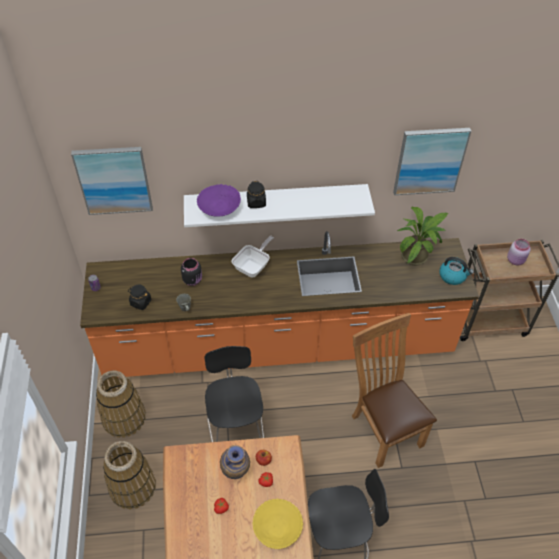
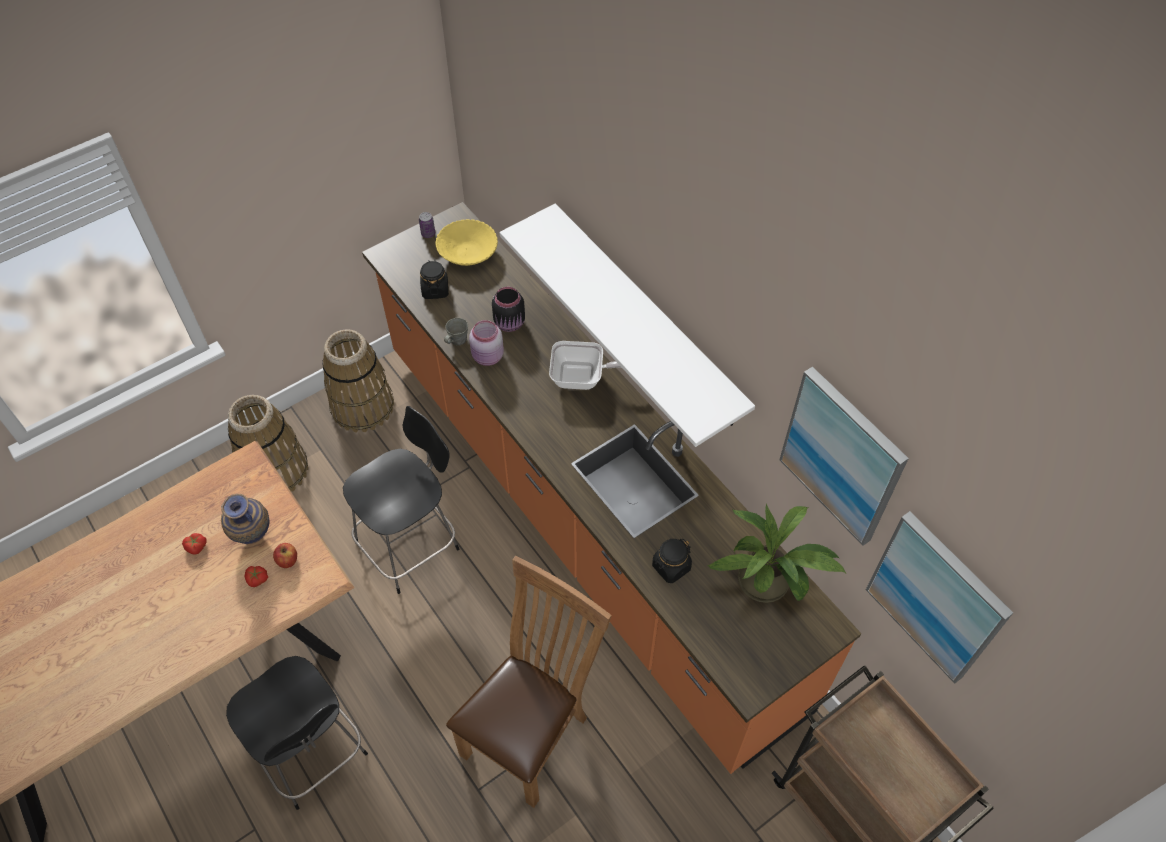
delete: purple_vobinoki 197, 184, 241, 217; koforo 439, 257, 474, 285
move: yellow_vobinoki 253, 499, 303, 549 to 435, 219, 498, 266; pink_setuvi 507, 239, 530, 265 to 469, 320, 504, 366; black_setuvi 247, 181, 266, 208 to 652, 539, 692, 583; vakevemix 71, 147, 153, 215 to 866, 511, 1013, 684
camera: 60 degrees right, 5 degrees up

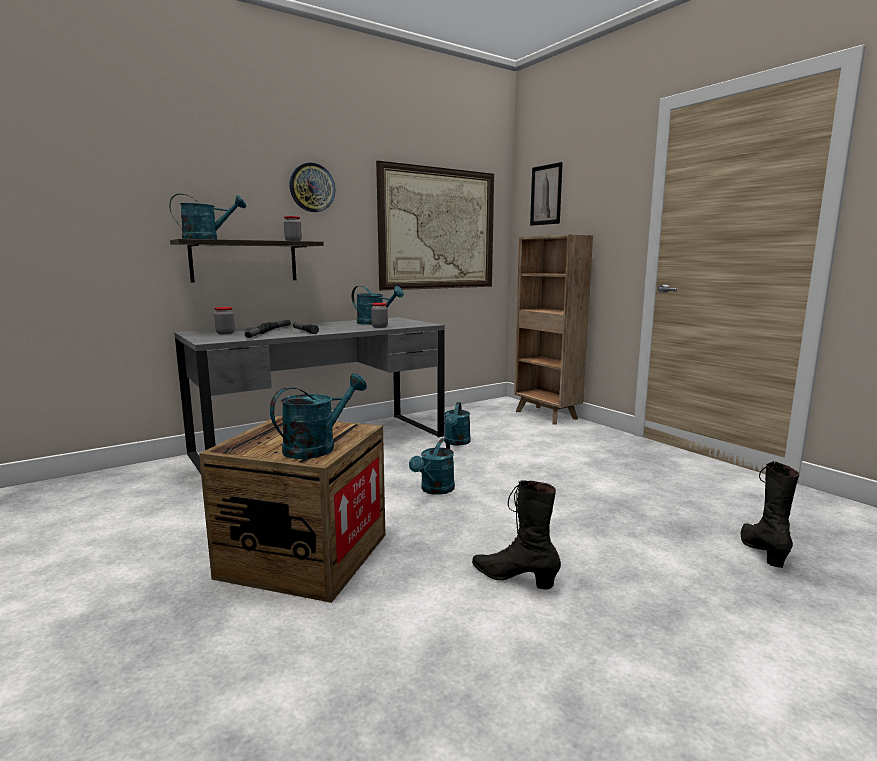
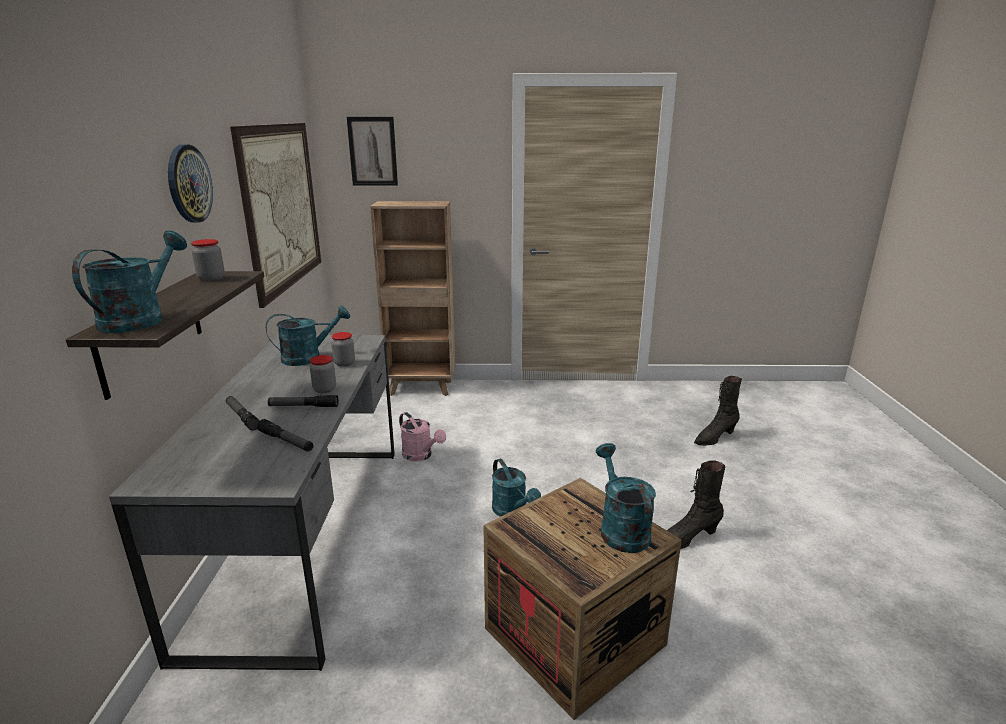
move: setuvi 214, 307, 235, 334 to 310, 355, 336, 393
recolor: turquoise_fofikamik 444, 402, 471, 446 to pink_fofikamik 399, 412, 446, 461
rotate: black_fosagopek 741, 461, 799, 568 = 694, 376, 742, 446 75 degrees counterclockwise
camera: 55 degrees left, 10 degrees up

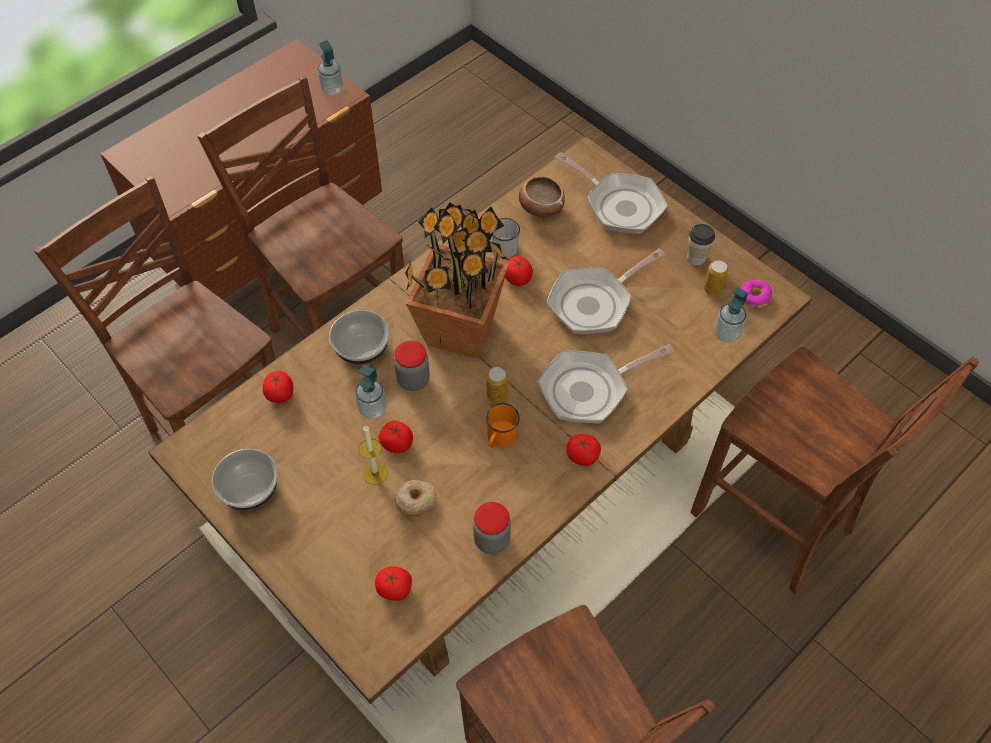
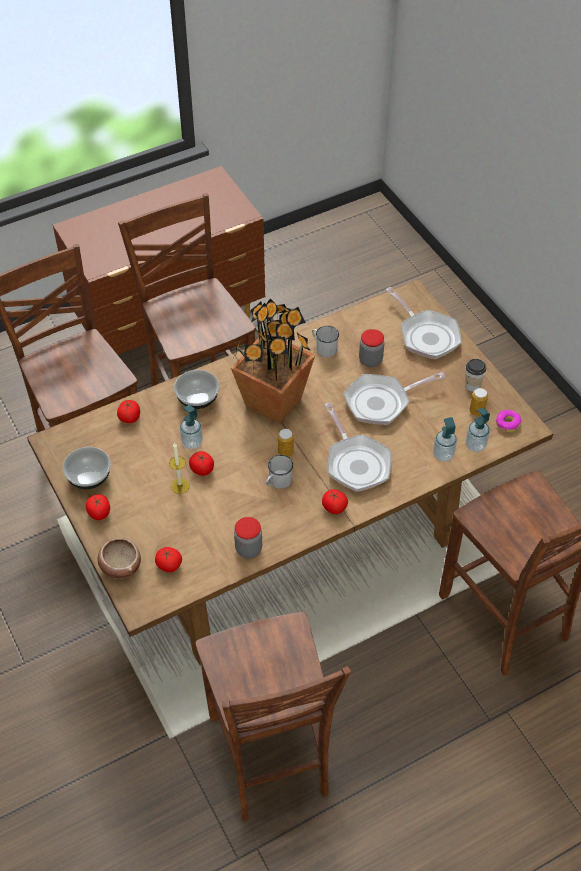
delete: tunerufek 395, 480, 436, 517
move: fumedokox 505, 256, 533, 286 to 86, 495, 110, 520; vobinoki 519, 176, 565, 218 to 98, 538, 141, 579; setuvi 394, 341, 430, 391 to 359, 329, 384, 367; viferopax 318, 40, 343, 96 to 433, 417, 457, 462
recolor: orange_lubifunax 486, 403, 520, 448 to white_lubifunax 266, 455, 293, 489
rotate: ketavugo 538, 344, 674, 423 = 323, 403, 391, 492 105 degrees counterclockwise
camera: 15 degrees right, 5 degrees down

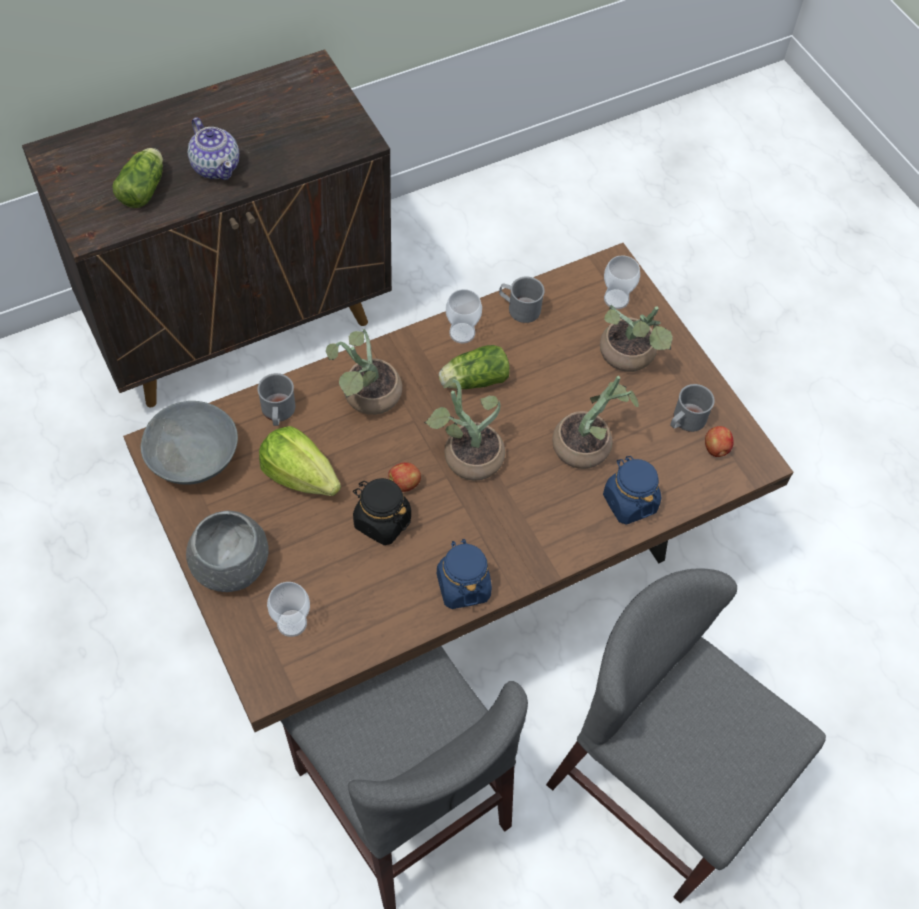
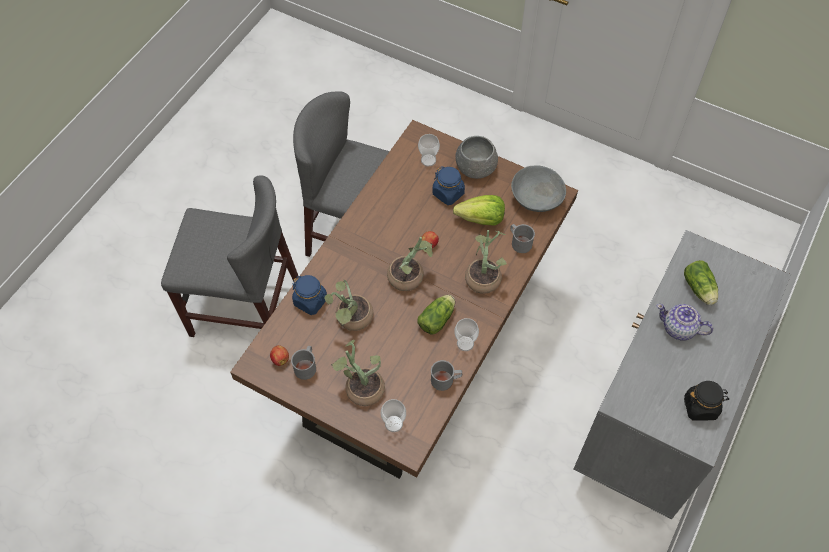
move: blue_setuvi 437, 539, 492, 609 to 432, 166, 465, 205; black_setuvi 353, 478, 411, 545 to 684, 381, 729, 421
recolor: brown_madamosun 22, 49, 392, 407 to grey_madamosun 574, 230, 791, 519
camera: 150 degrees right, 0 degrees up

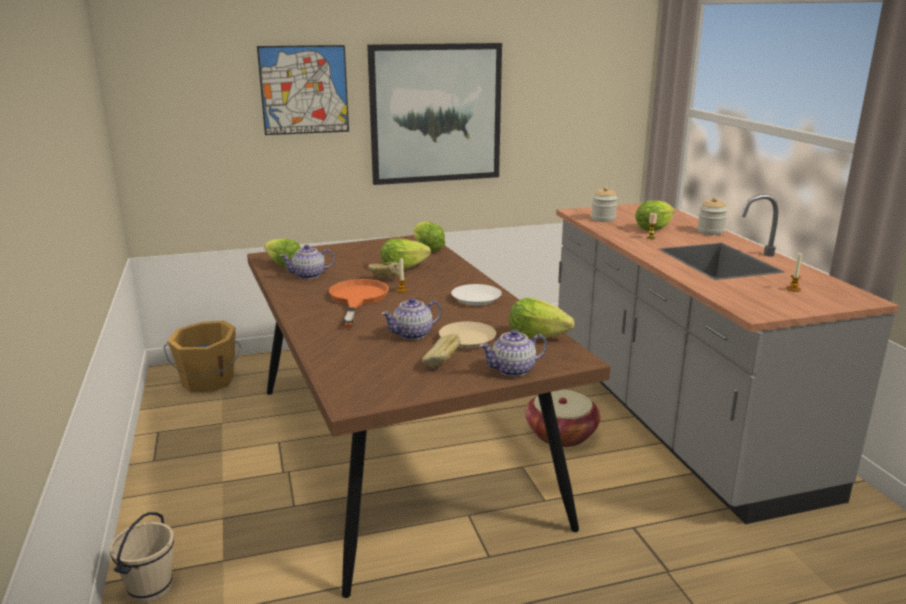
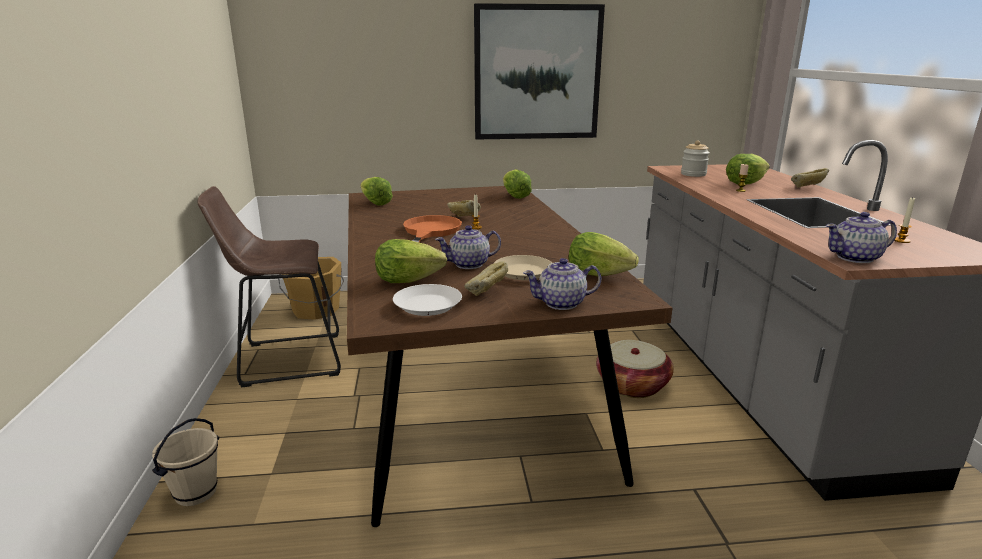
delete: vakevemix 257, 45, 349, 135
insert: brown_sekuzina 198, 186, 341, 388
move: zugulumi 381, 238, 431, 269 to 375, 239, 447, 283; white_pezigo 451, 284, 502, 306 to 393, 284, 462, 316; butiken 280, 245, 335, 279 to 826, 212, 897, 263
replace: setuvi 697, 197, 727, 235 to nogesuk 791, 168, 829, 188
camera: 10 degrees right, 0 degrees up

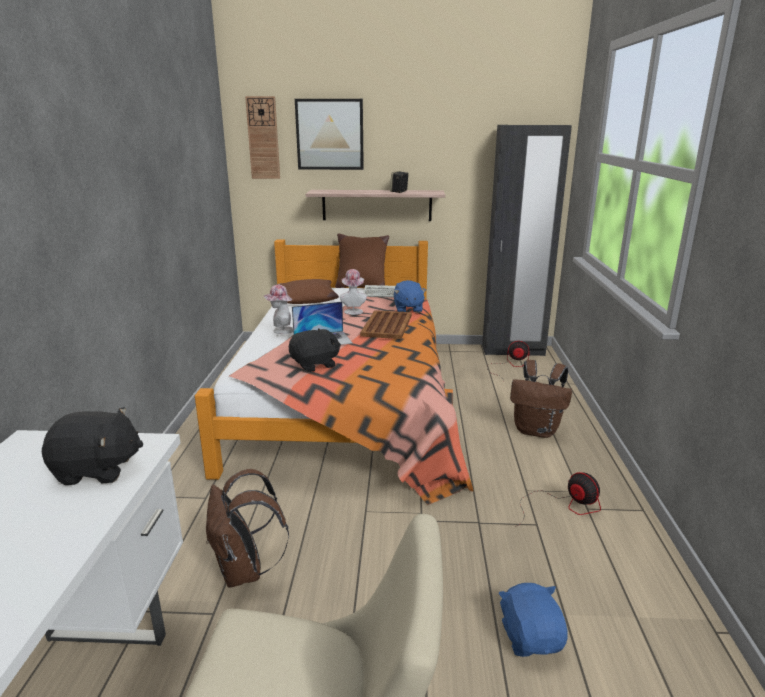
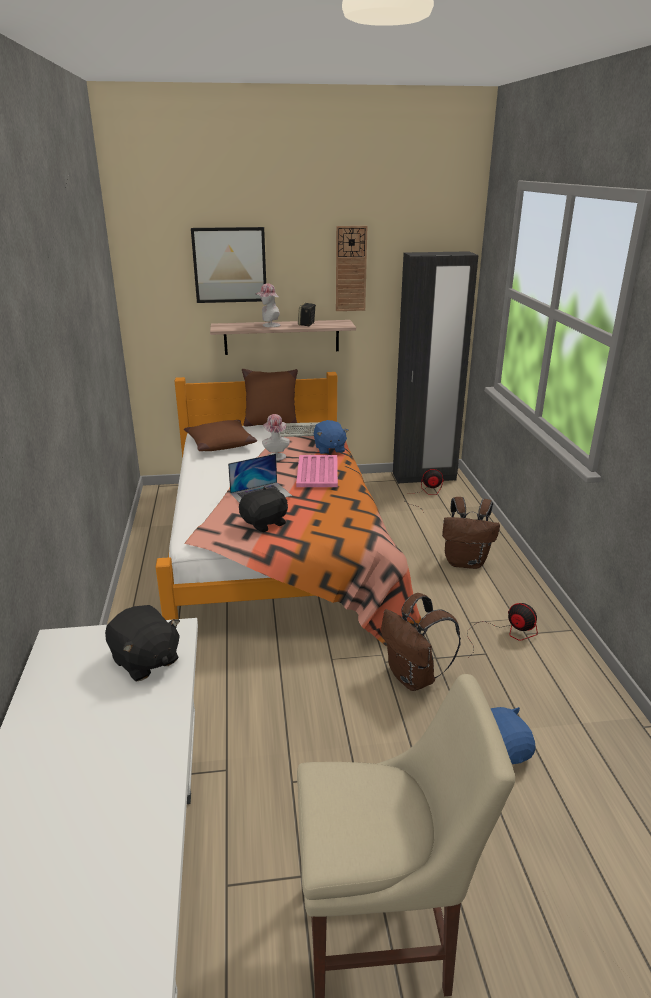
move: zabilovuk 264, 285, 293, 334 to 255, 283, 280, 327; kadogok 245, 96, 280, 179 to 336, 226, 367, 311; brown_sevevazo 206, 469, 289, 588 to 381, 593, 461, 691
recolor: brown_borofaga 360, 310, 412, 339 to pink_borofaga 296, 455, 338, 487
rotate: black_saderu 42, 407, 143, 485 = 105, 605, 180, 682 60 degrees clockwise
camera: 10 degrees left, 5 degrees up

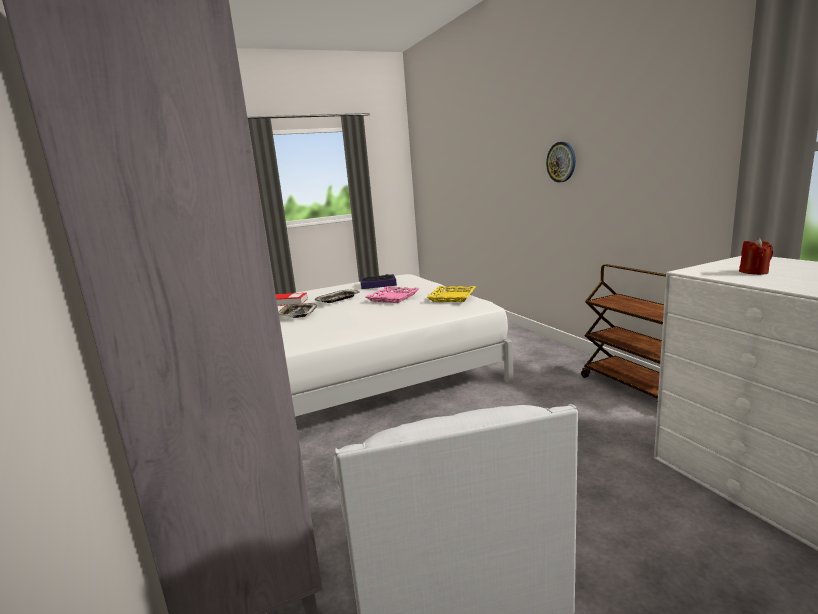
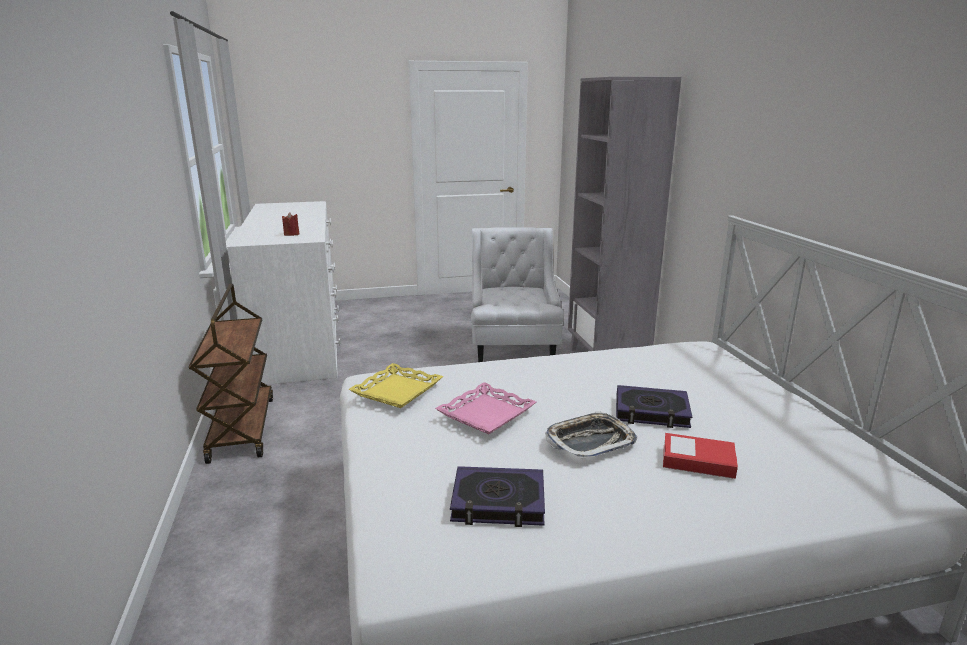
delete: kadogok 546, 142, 576, 182
replace: borofaga 279, 303, 317, 318 to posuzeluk 616, 385, 692, 428
camera: 170 degrees left, 5 degrees up

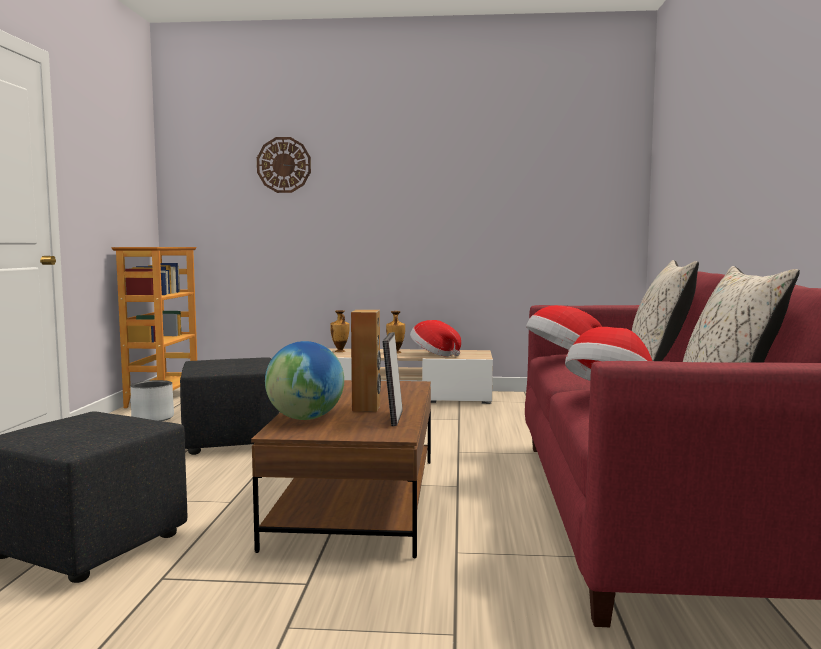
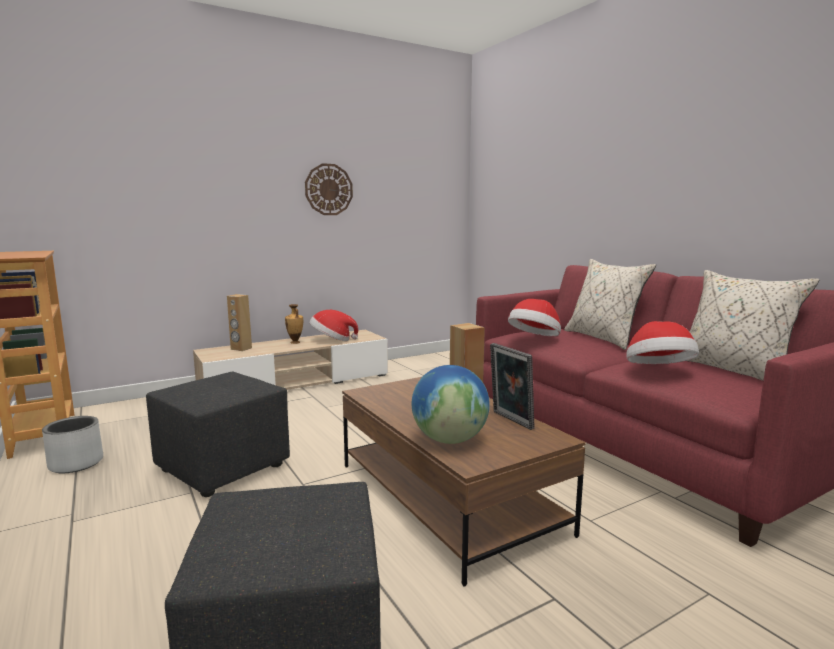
move: kadogok 257, 137, 311, 193 to 305, 163, 353, 215
replace: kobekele 330, 310, 350, 352 to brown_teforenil 227, 294, 252, 351
camera: 35 degrees left, 5 degrees up

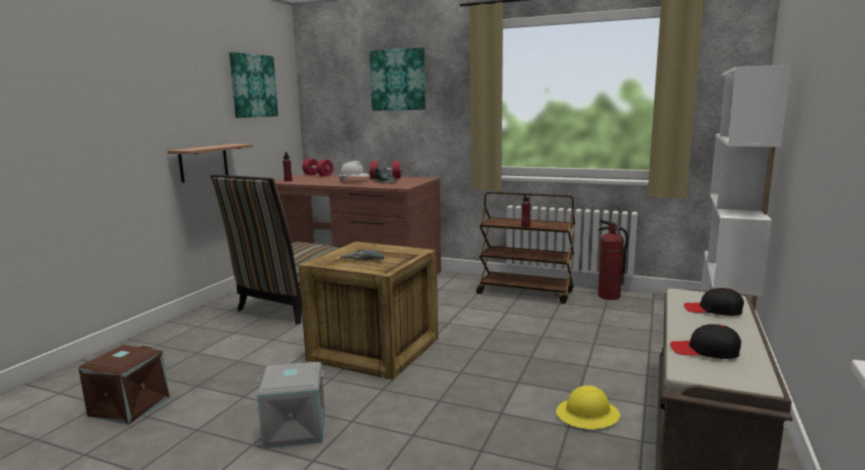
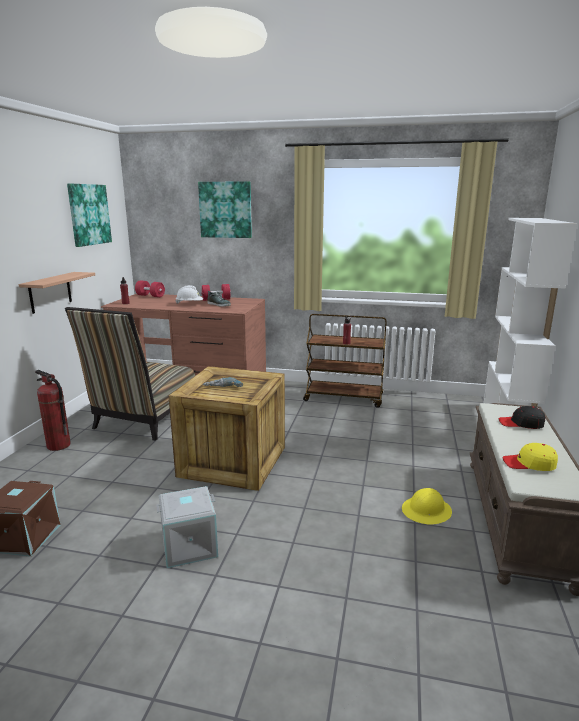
move: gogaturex 598, 220, 629, 300 to 35, 370, 71, 451
recolor: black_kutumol 670, 324, 741, 359 to yellow_kutumol 503, 443, 558, 471
camera: 10 degrees left, 5 degrees up

